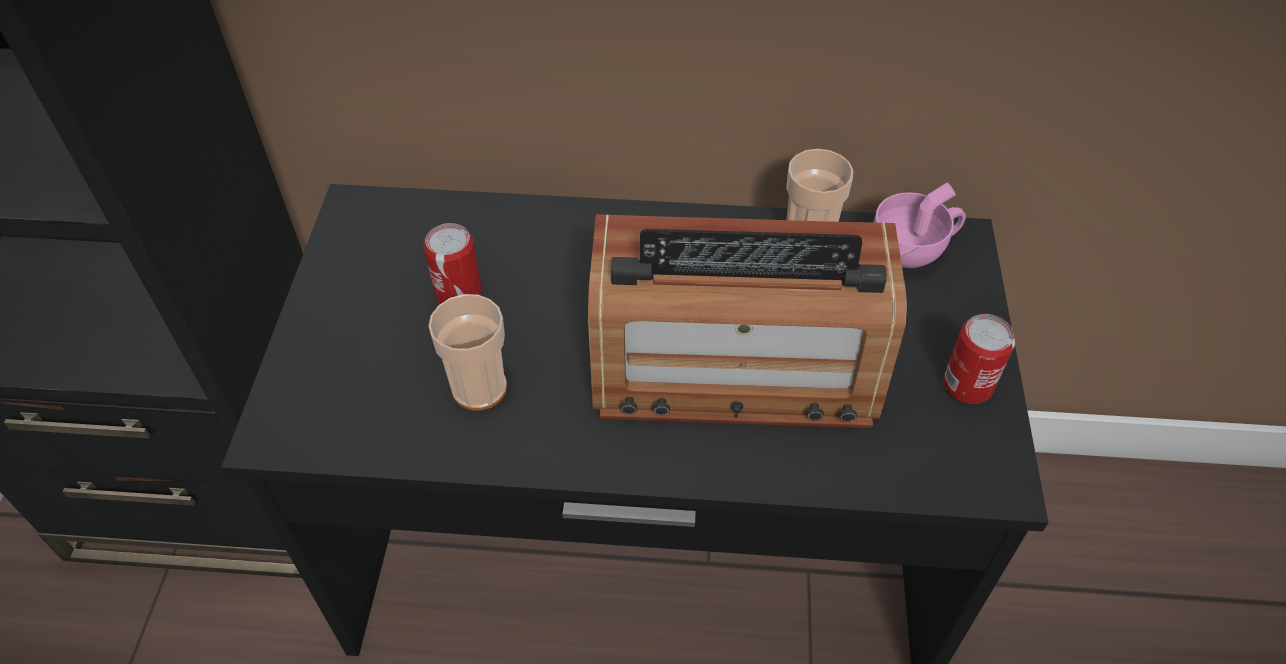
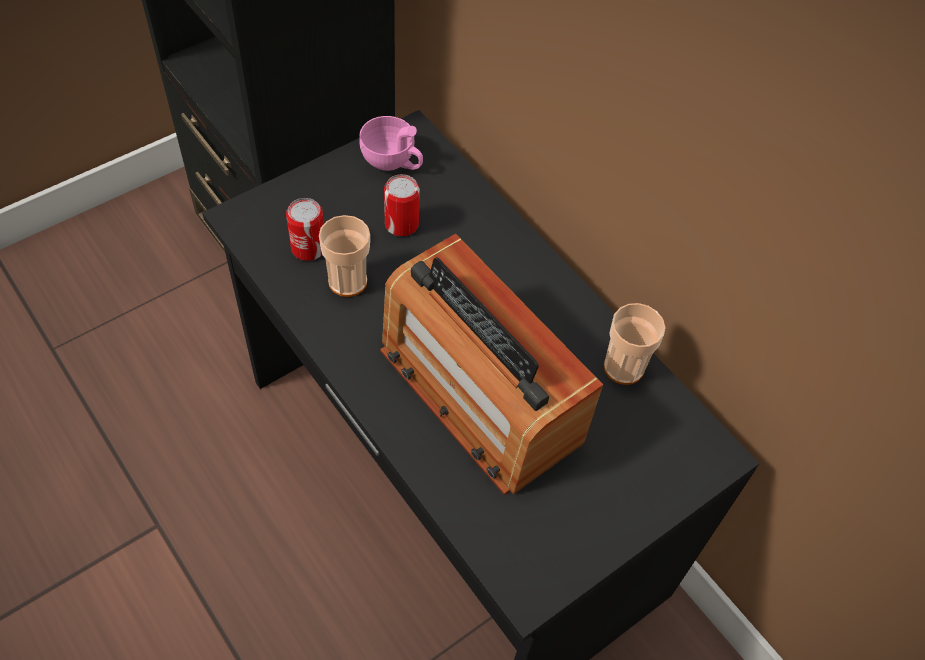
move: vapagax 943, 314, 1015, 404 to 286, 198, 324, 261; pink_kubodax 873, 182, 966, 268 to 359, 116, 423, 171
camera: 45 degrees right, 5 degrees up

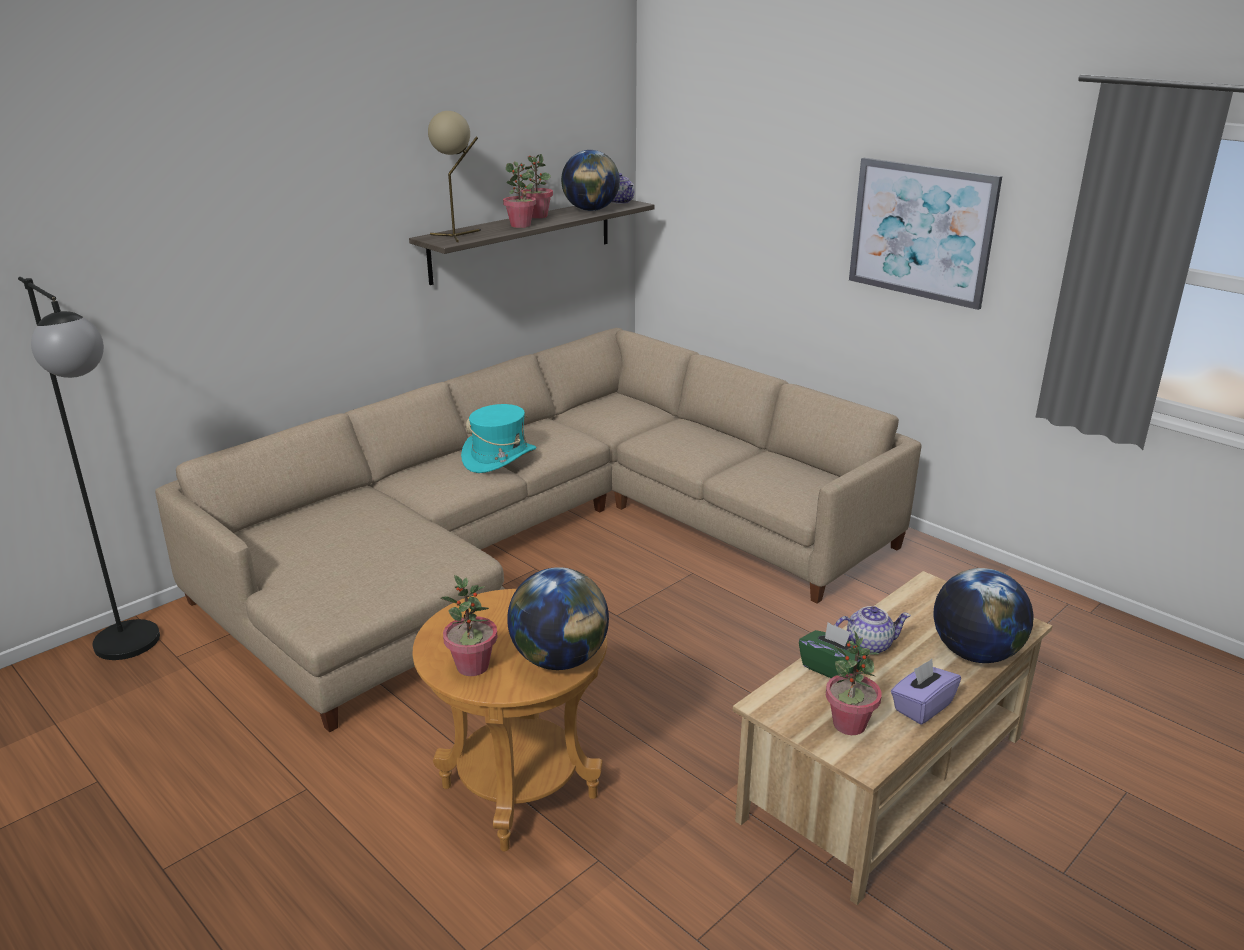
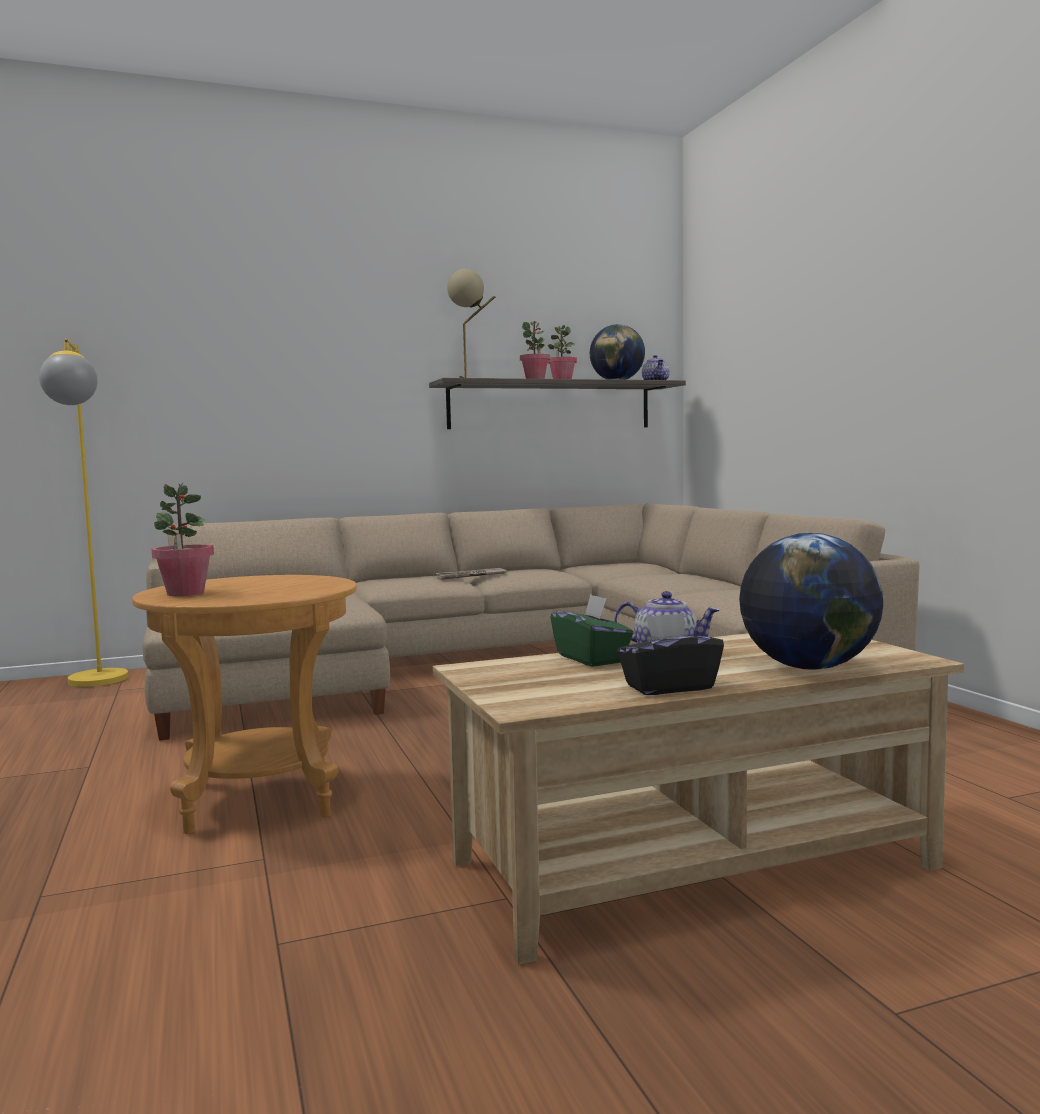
delete: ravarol 507, 567, 609, 670; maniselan 826, 631, 882, 735; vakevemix 849, 158, 1002, 310
replace: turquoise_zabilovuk 461, 404, 536, 473 to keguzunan 433, 568, 507, 580
recolor: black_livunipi 18, 277, 160, 660 to yellow_livunipi 39, 339, 128, 687; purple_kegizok 891, 659, 961, 724 to black_kegizok 617, 613, 724, 695
camera: 25 degrees right, 20 degrees down

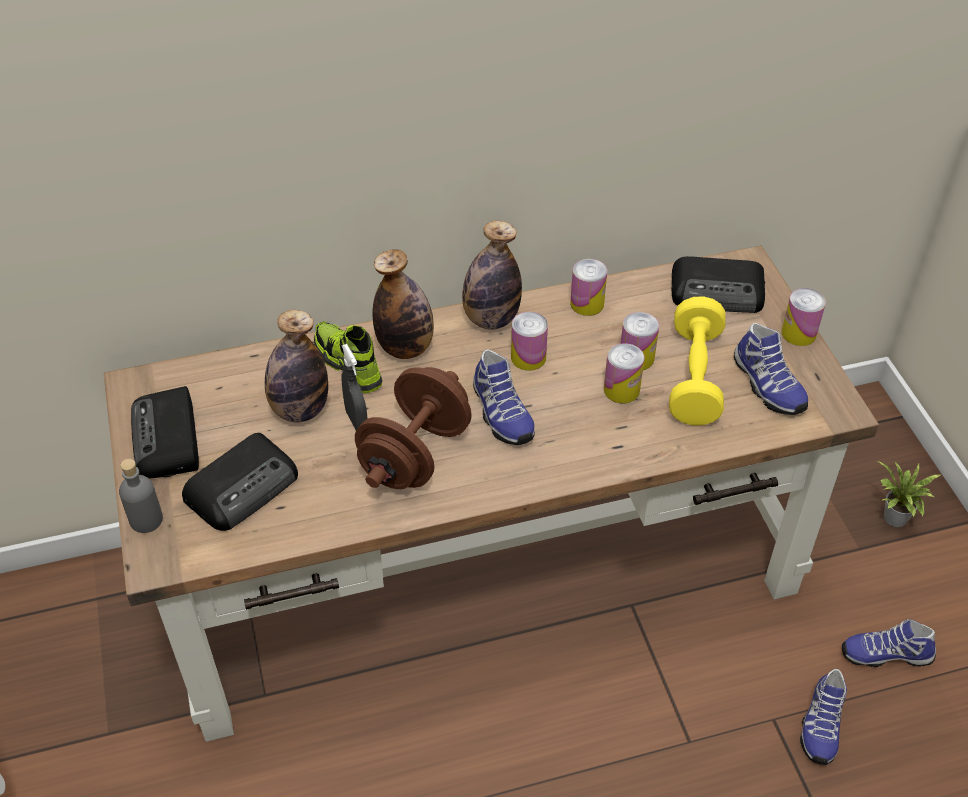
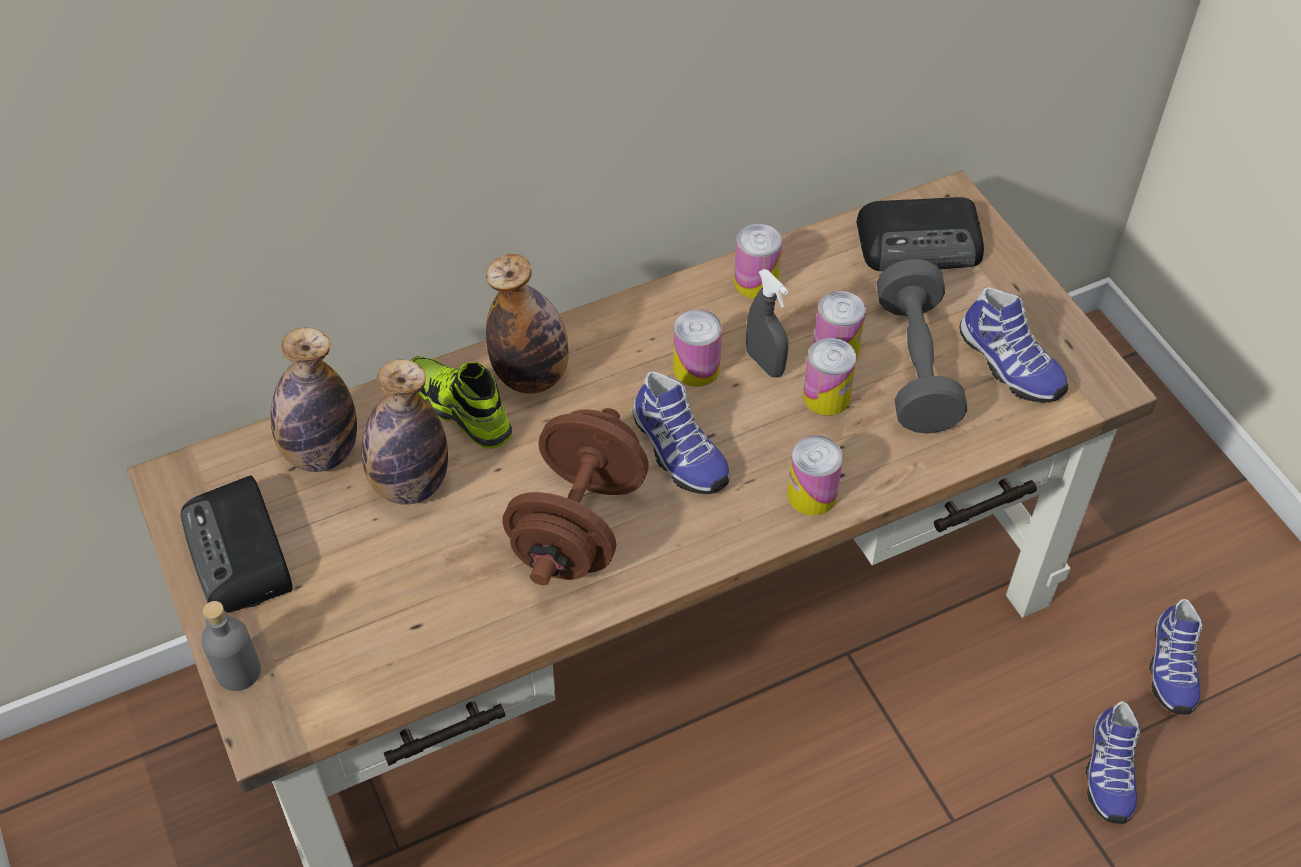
delete: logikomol 182, 433, 298, 531; maniselan 877, 461, 940, 527
move: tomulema 462, 221, 522, 330 to 271, 328, 357, 472; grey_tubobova 342, 344, 368, 430 to 746, 269, 789, 377; vapagax 781, 288, 826, 346 to 787, 435, 843, 516
recolor: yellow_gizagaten 669, 296, 726, 426 to grey_gizagaten 877, 259, 967, 434
rotate: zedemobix 842, 619, 936, 667 = 1150, 599, 1203, 715 75 degrees counterclockwise
camera: 10 degrees left, 5 degrees up

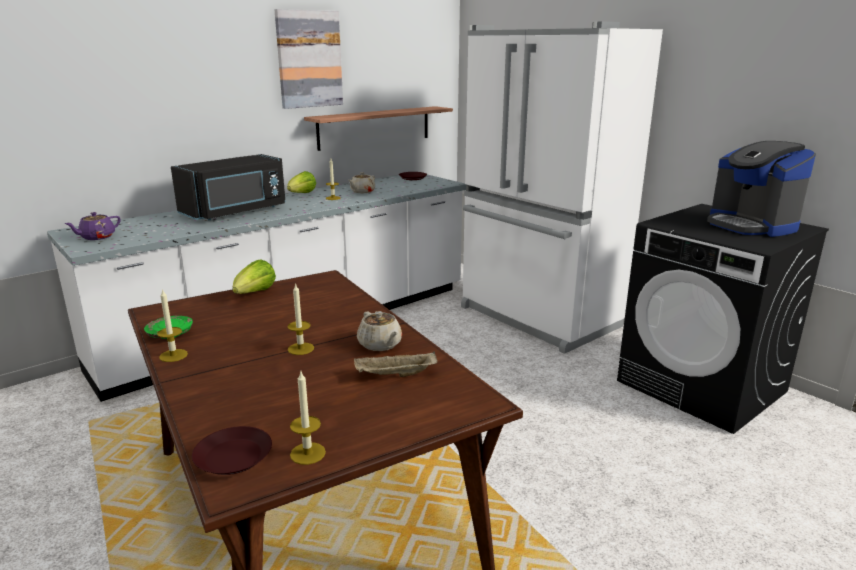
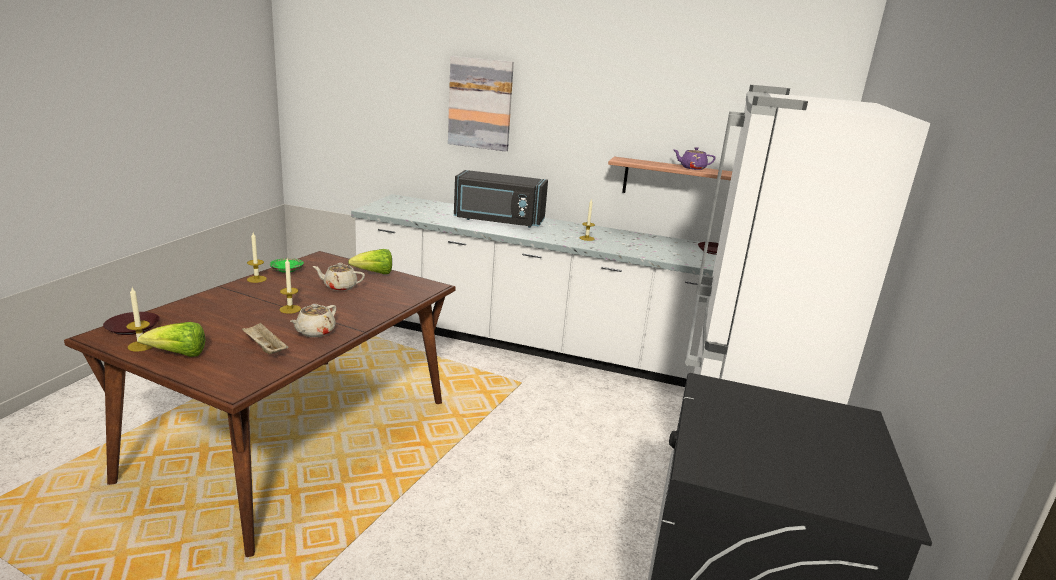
delete: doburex 707, 141, 816, 237
move: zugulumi 287, 171, 316, 193 to 138, 322, 205, 357; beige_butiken 348, 172, 375, 193 to 312, 263, 365, 291; vakevemix 275, 9, 343, 109 to 448, 56, 514, 152; purple_butiken 64, 212, 121, 240 to 674, 147, 716, 170
camera: 55 degrees right, 0 degrees up

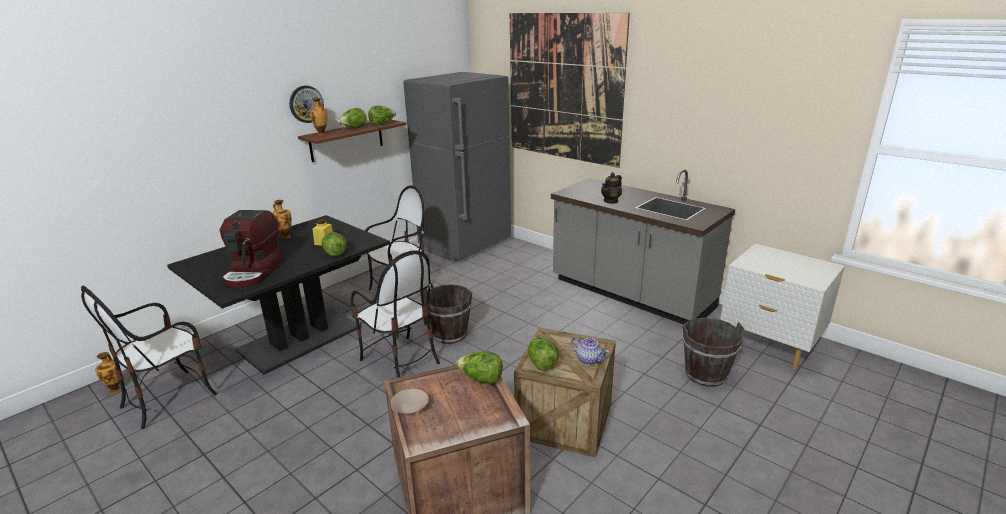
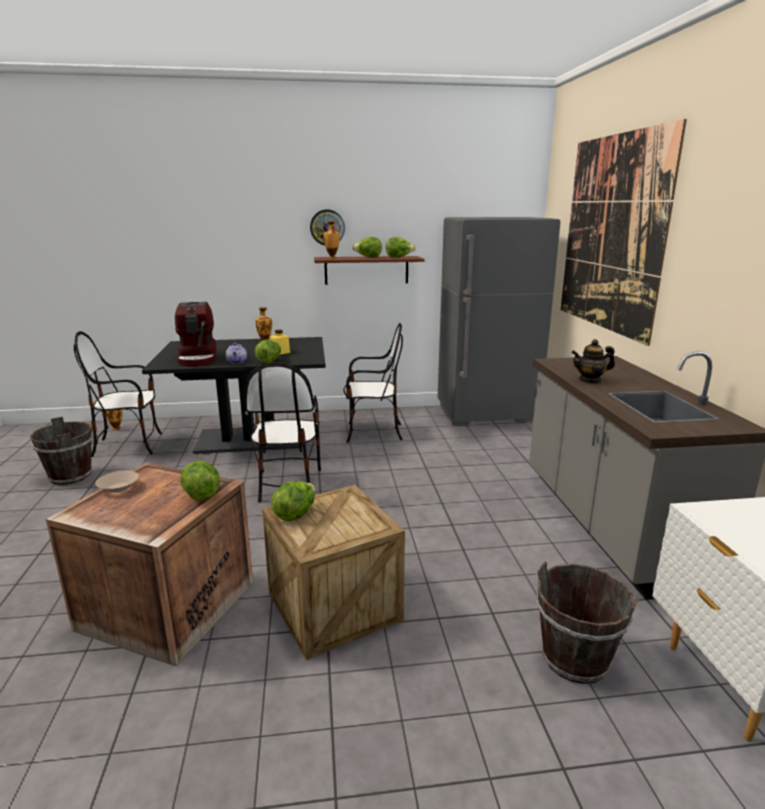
move: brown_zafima 423, 284, 472, 344 to 30, 417, 93, 485; butiken 571, 337, 609, 365 to 226, 343, 247, 364
rotate: doburex 220, 210, 285, 288 = 175, 302, 217, 367 60 degrees counterclockwise
camera: 40 degrees right, 5 degrees down

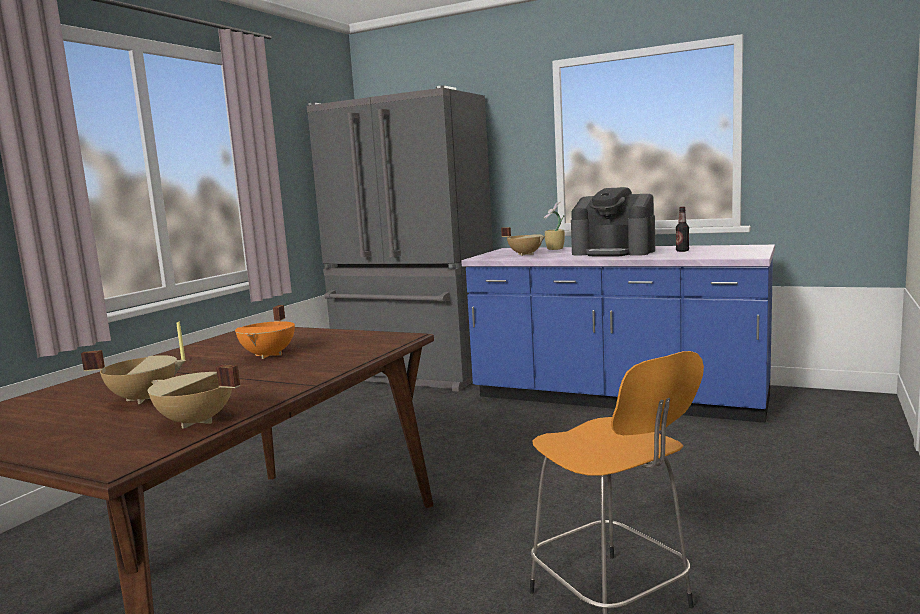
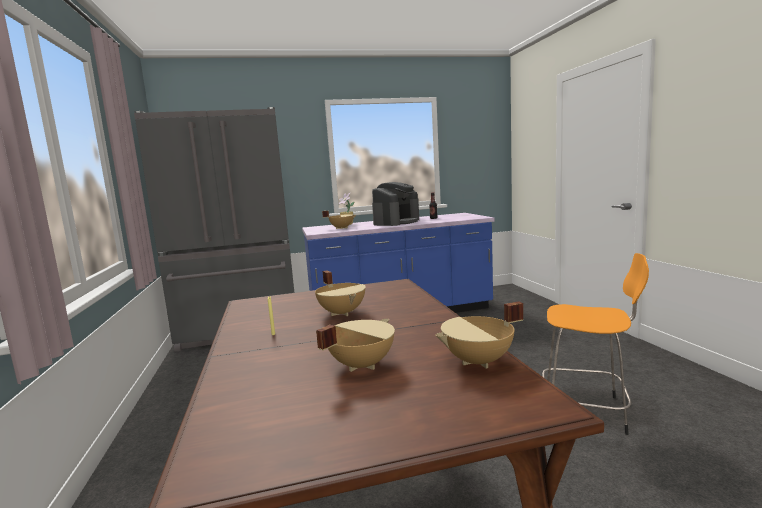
recolor: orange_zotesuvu 235, 305, 295, 359 to beige_zotesuvu 315, 270, 366, 316
rotate: doburex 571, 187, 655, 256 = 372, 182, 419, 226 45 degrees counterclockwise
camera: 40 degrees left, 0 degrees up

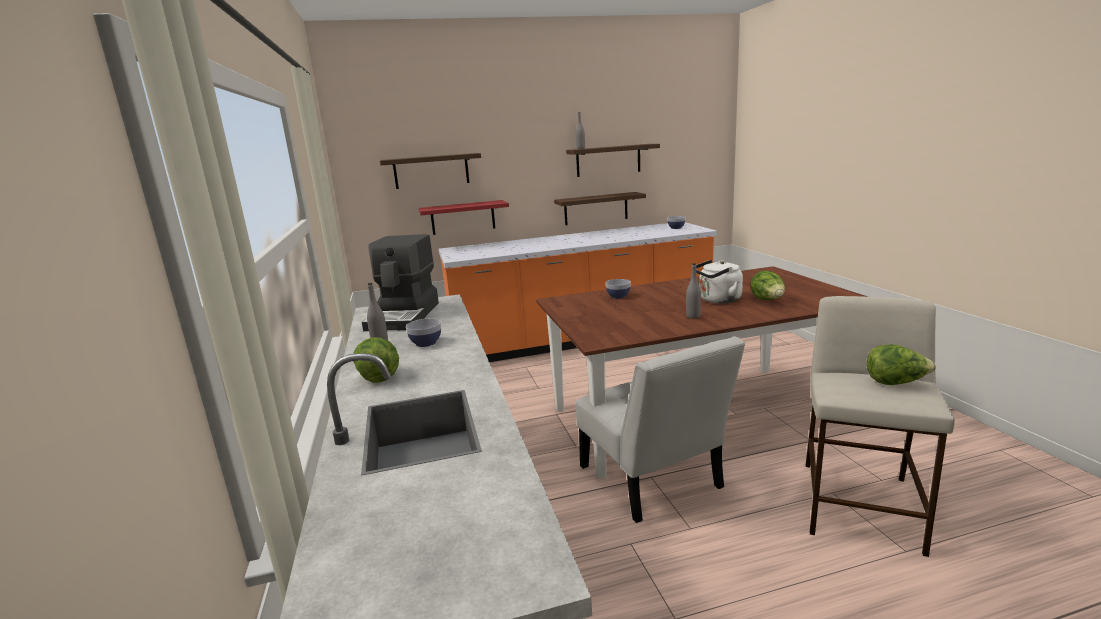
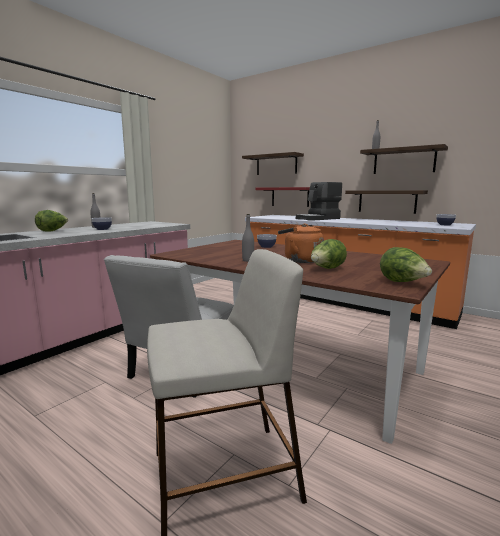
move: doburex 362, 234, 439, 331 to 296, 182, 342, 221; zugulumi 867, 344, 936, 385 to 380, 247, 432, 282
recolor: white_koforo 696, 260, 743, 304 to orange_koforo 278, 224, 324, 263
camera: 50 degrees right, 5 degrees down

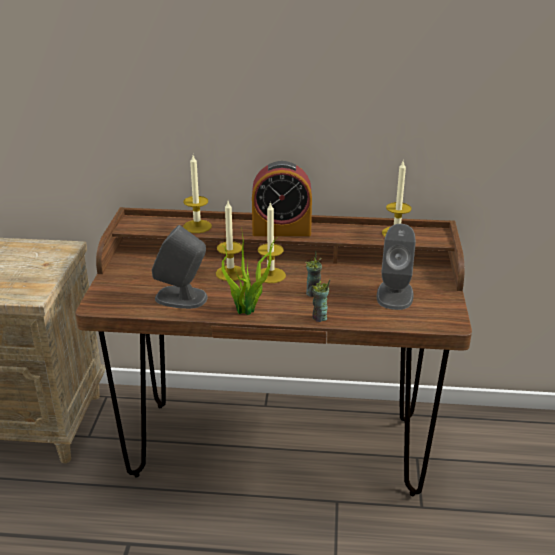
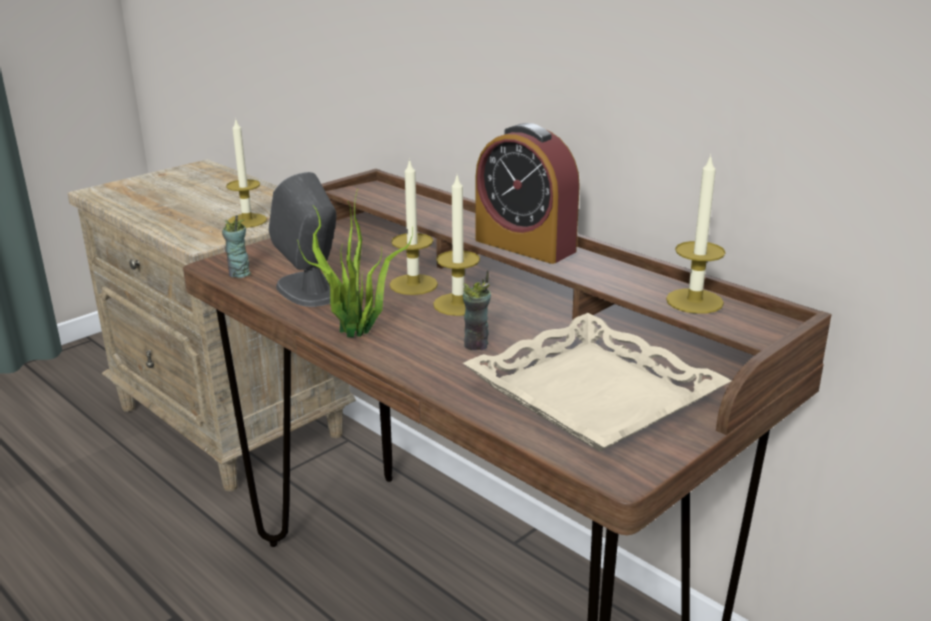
move: kubodax 312, 279, 330, 322 to 222, 215, 251, 278; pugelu 183, 155, 212, 233 to 226, 120, 267, 228
replace: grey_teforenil 377, 224, 416, 310 to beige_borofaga 463, 313, 732, 452
camera: 40 degrees right, 5 degrees down

